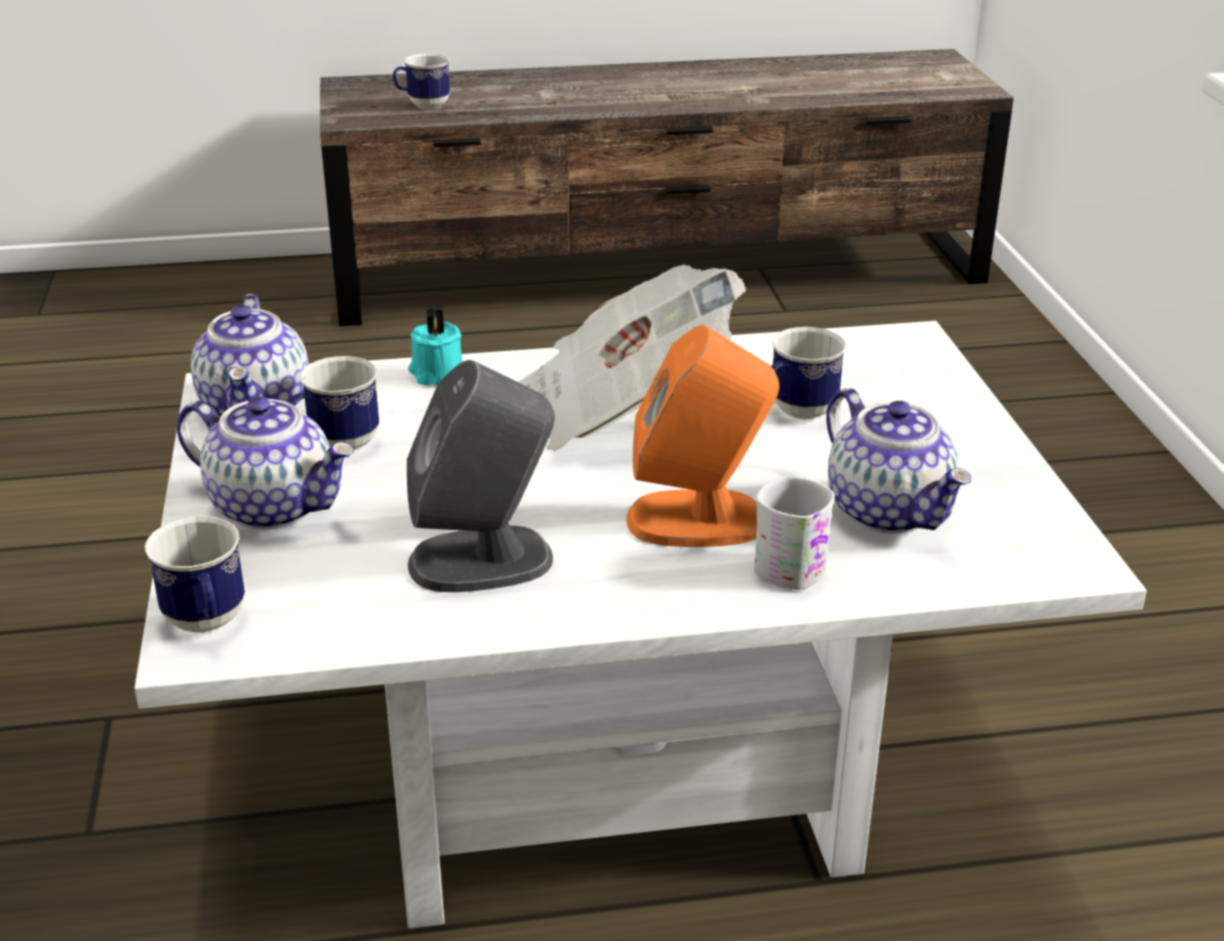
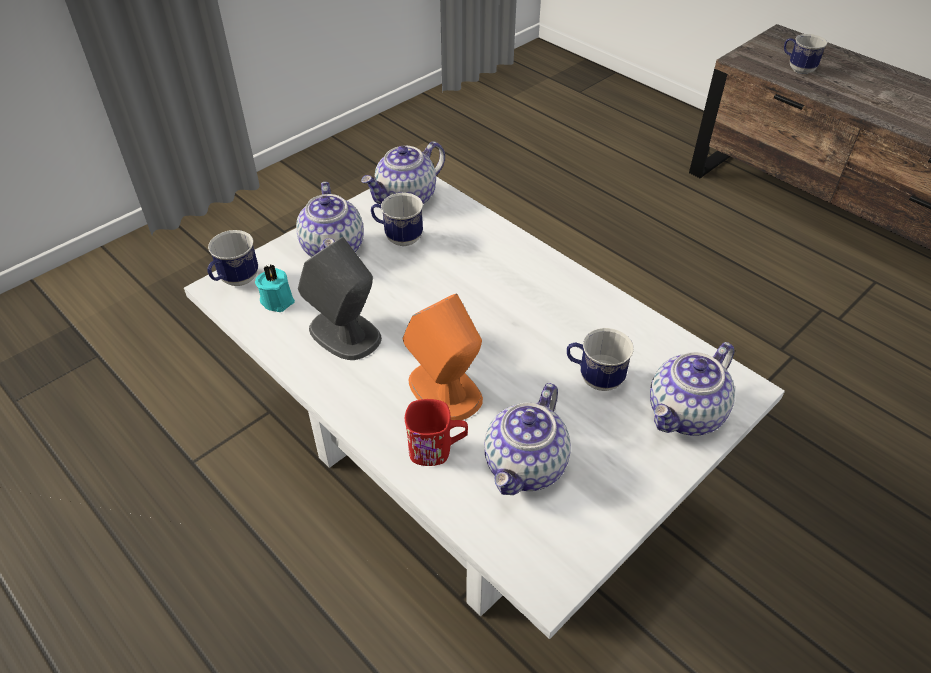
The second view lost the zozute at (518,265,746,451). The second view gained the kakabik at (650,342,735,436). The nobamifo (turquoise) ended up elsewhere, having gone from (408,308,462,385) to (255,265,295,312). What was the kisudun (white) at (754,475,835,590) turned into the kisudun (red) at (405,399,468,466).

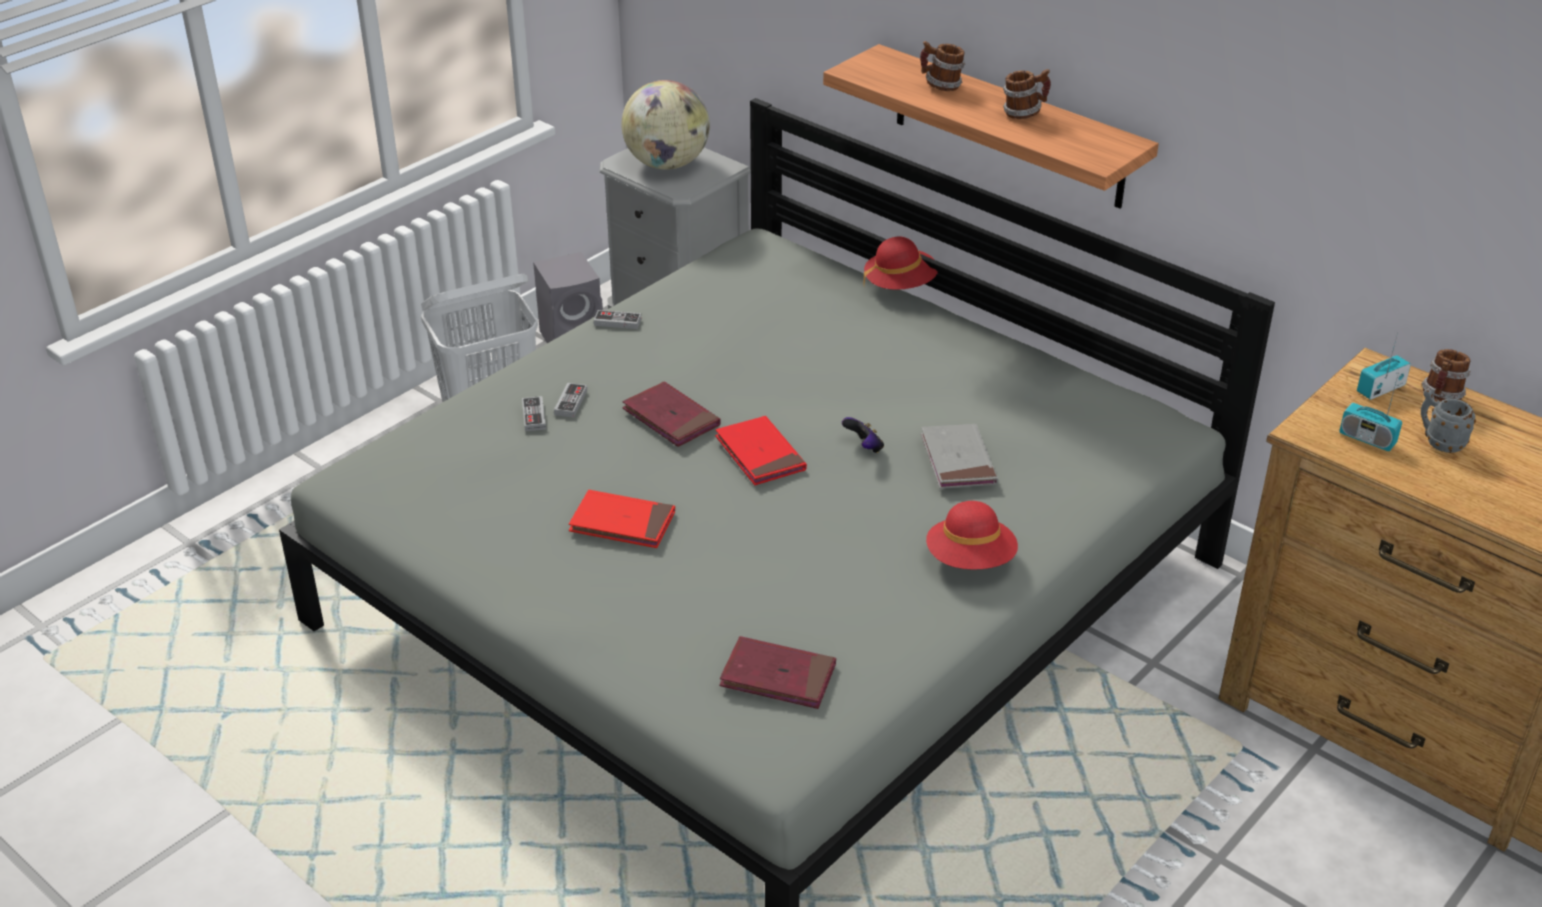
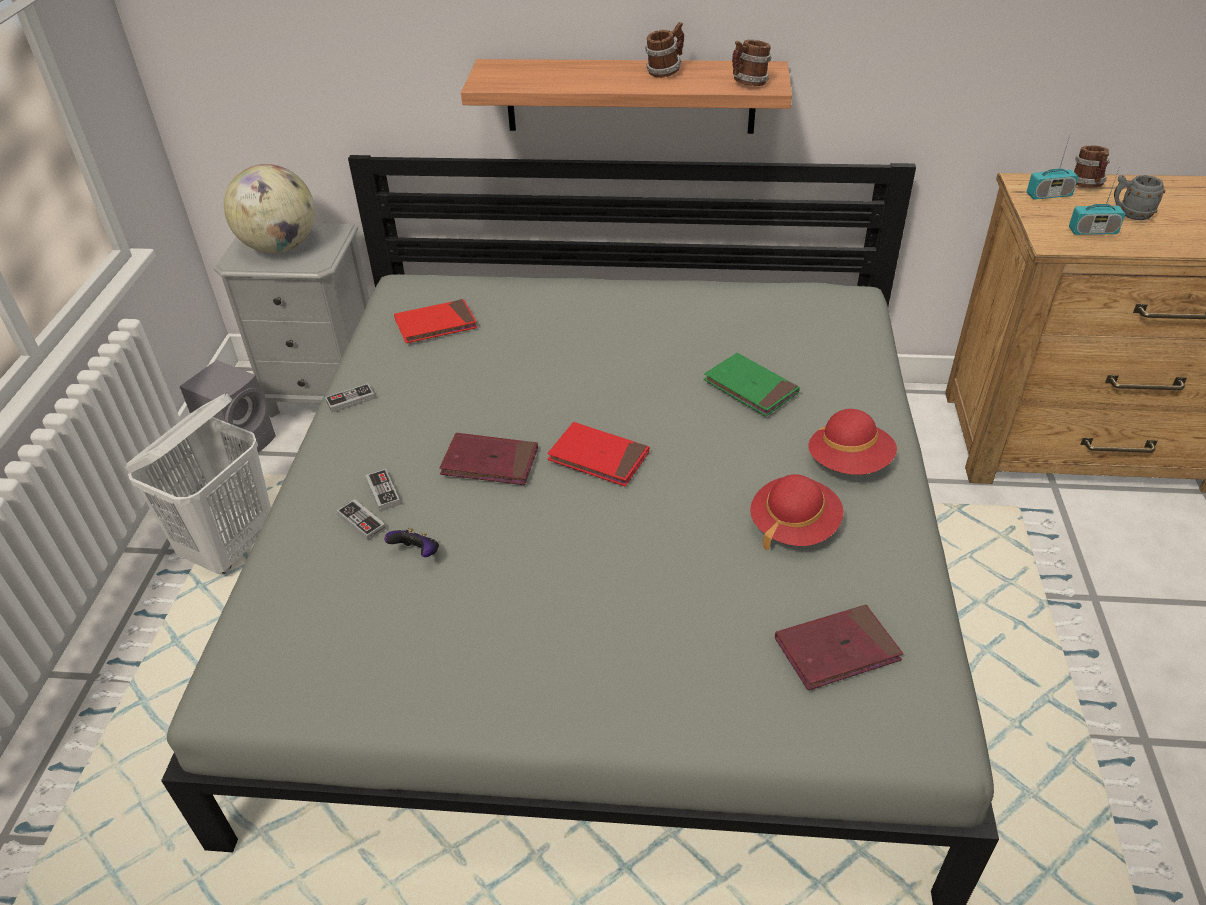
The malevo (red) ended up elsewhere, having gone from (569,490,675,548) to (394,299,477,343). The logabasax ended up elsewhere, having gone from (842,417,884,453) to (384,528,439,557). The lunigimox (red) ended up elsewhere, having gone from (864,237,938,290) to (750,474,844,551). The kisudun ended up elsewhere, having gone from (920,41,965,91) to (732,40,772,86). What was the malevo (grey) at (920,424,998,489) turned into the malevo (green) at (703,353,800,416). The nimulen at (1357,332,1411,400) ended up facing another way, 120 degrees counterclockwise from before.

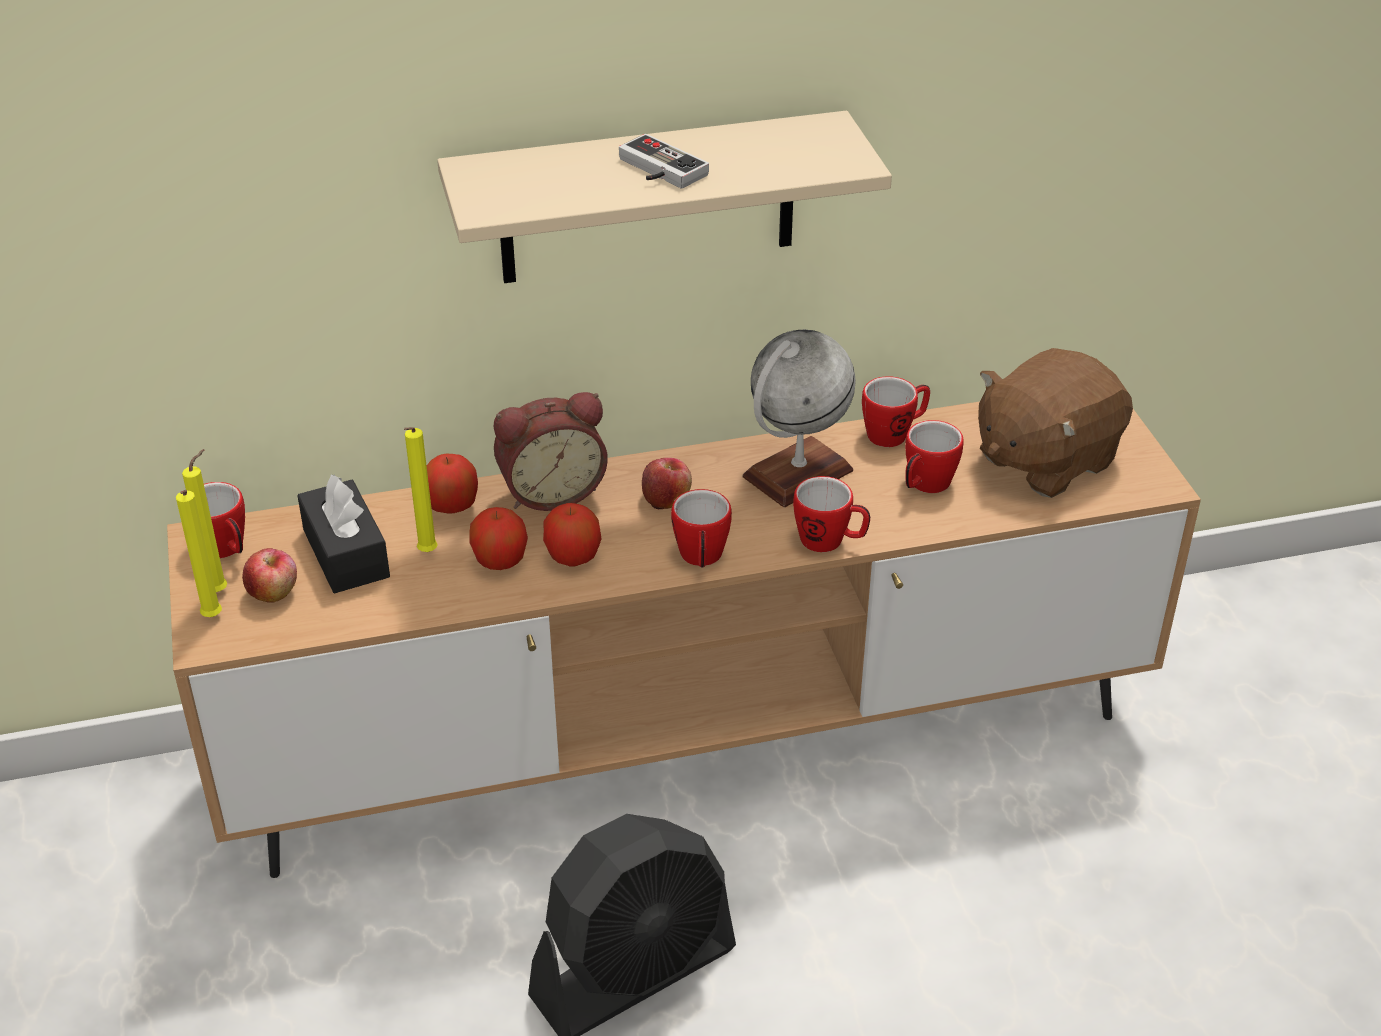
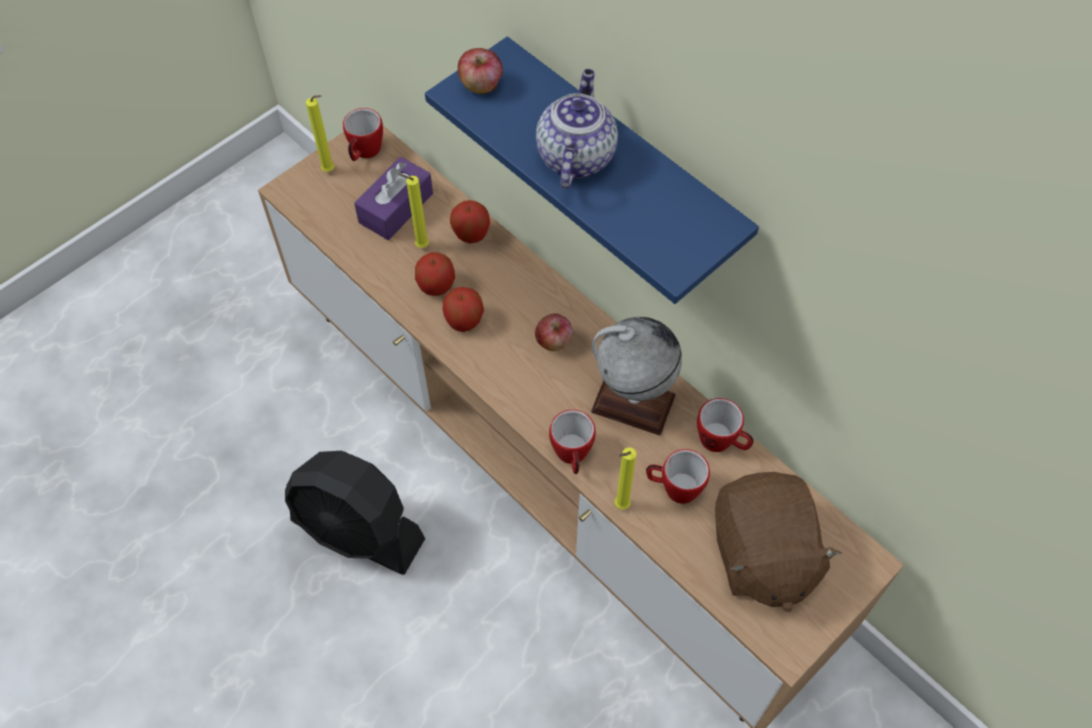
The second view lost the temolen at (494,392,608,511). The second view lost the kisudun at (671,489,732,568). The nobamifo (yellow) ended up elsewhere, having gone from (176,490,222,617) to (615,447,637,510). The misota ended up elsewhere, having gone from (242,548,297,603) to (458,48,503,94). Where the logabasax stood at (619,134,709,189), the kakabik came to stand at (536,69,618,189). What was the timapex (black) at (297,474,390,593) turned into the timapex (purple) at (354,157,433,240). What was the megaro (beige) at (437,111,892,283) turned into the megaro (blue) at (425,37,759,304). The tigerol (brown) at (978,348,1133,498) ended up facing another way, 120 degrees counterclockwise from before.

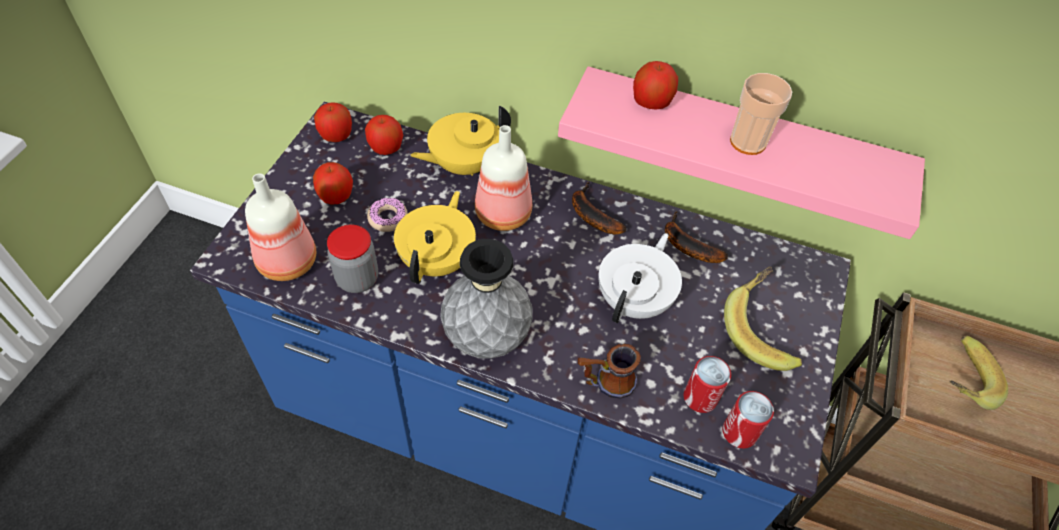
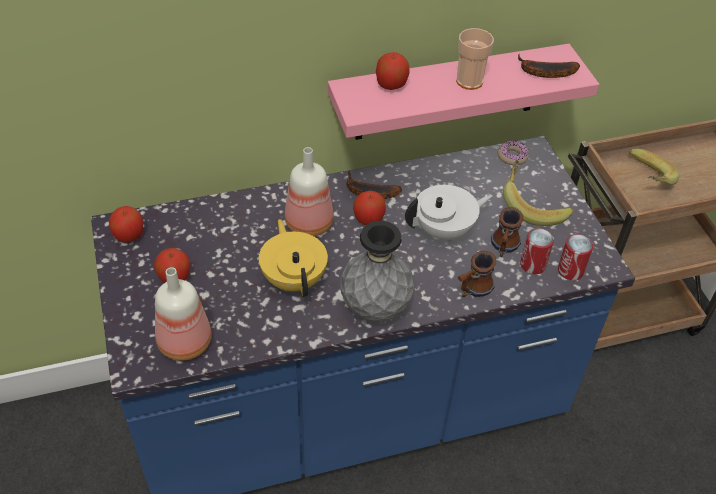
The second view lost the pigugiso at (327,224,378,293). The second view lost the kakabik (yellow) at (410,106,511,176). The second view gained the kisudun at (491,207,523,257). The misota ended up elsewhere, having gone from (365,115,403,155) to (353,191,386,225). The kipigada ended up elsewhere, having gone from (367,197,408,232) to (498,140,529,165). The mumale ended up elsewhere, having gone from (665,211,728,263) to (518,53,580,78). The kakabik (white) at (599,233,682,323) ended up facing another way, 75 degrees clockwise from before.

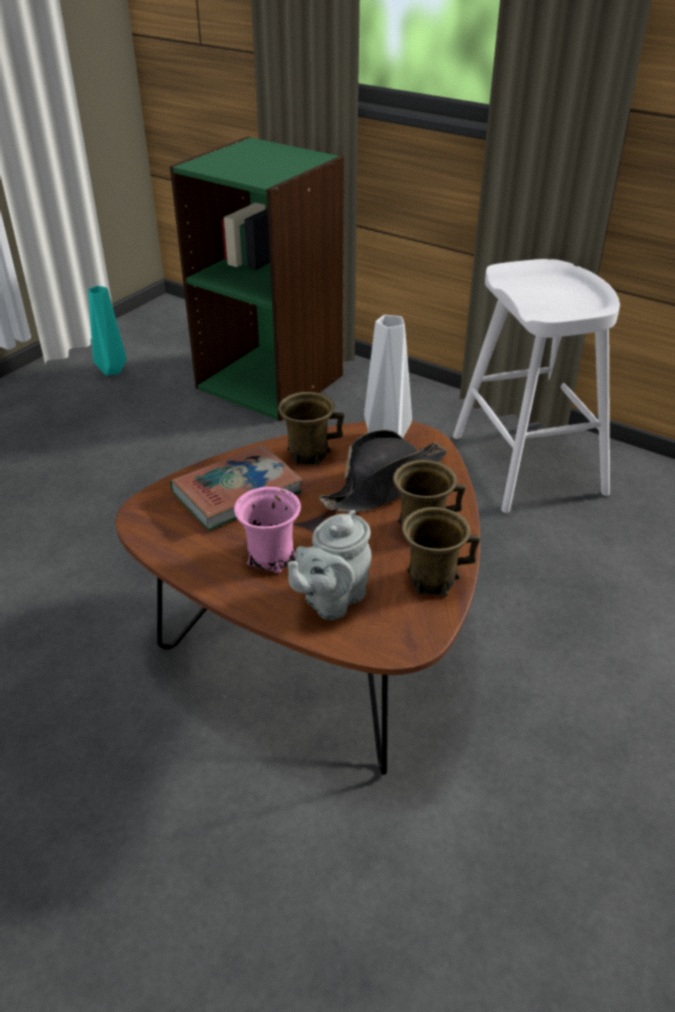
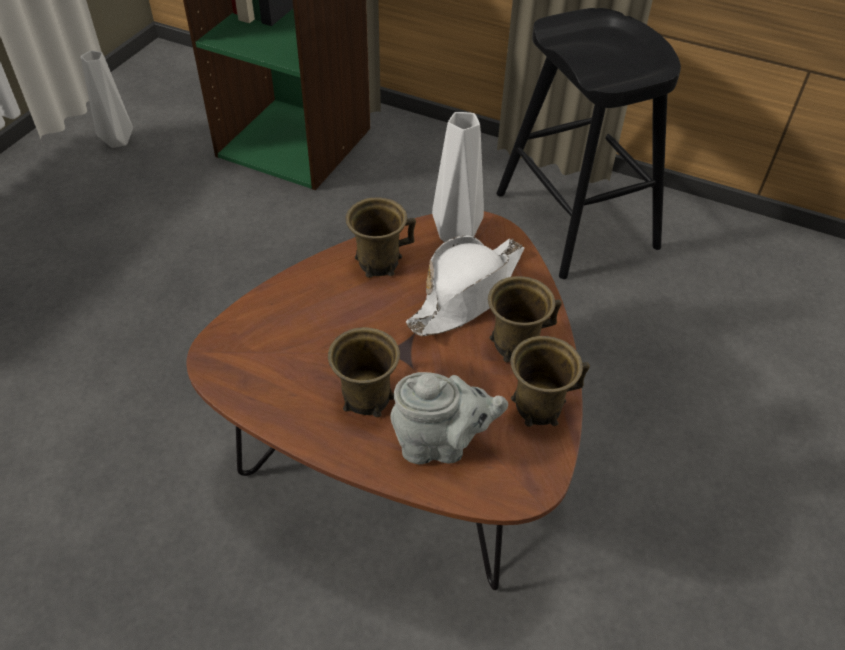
The second view lost the malevo at (170,445,302,531). What was the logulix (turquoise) at (88,286,127,375) turned into the logulix (grey) at (81,50,133,148). What was the kisudun (pink) at (234,487,301,573) turned into the kisudun (brown) at (328,327,400,417). What was the lunigimox (black) at (319,430,447,512) turned into the lunigimox (white) at (406,235,524,336). What was the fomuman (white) at (453,259,620,513) turned into the fomuman (black) at (497,8,681,279). The kakabik (grey) at (287,510,371,620) ended up facing another way, 120 degrees counterclockwise from before.

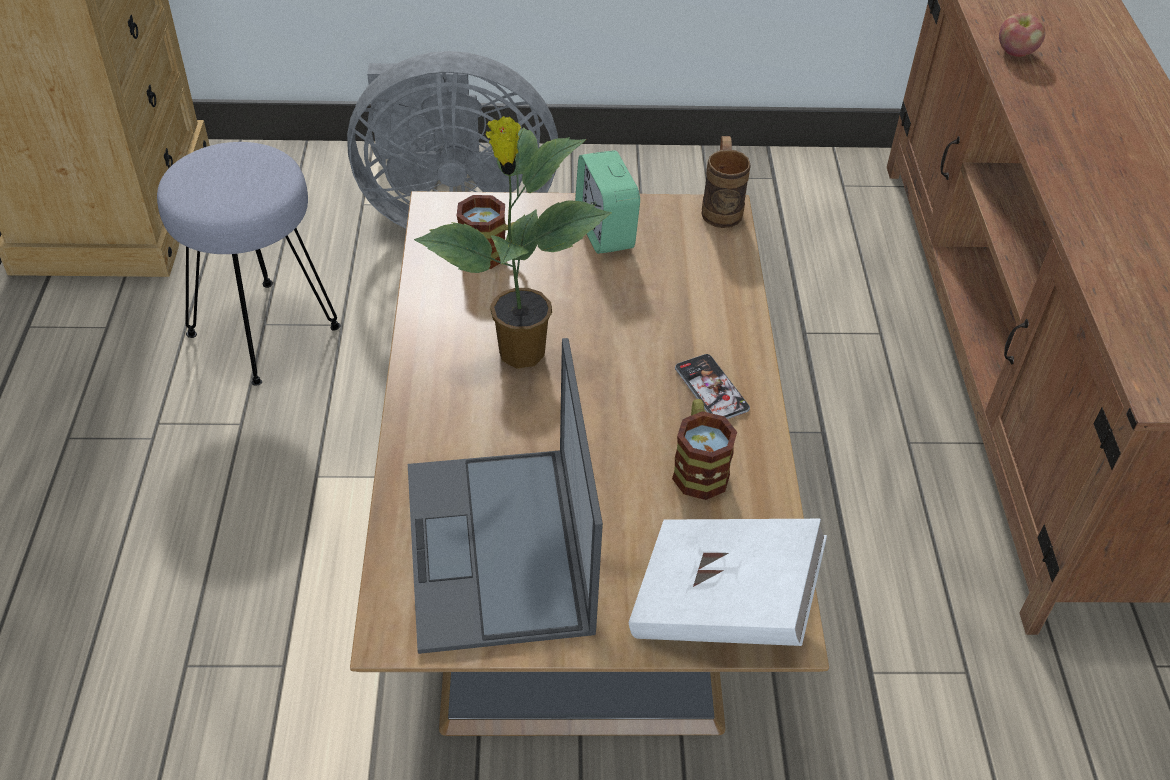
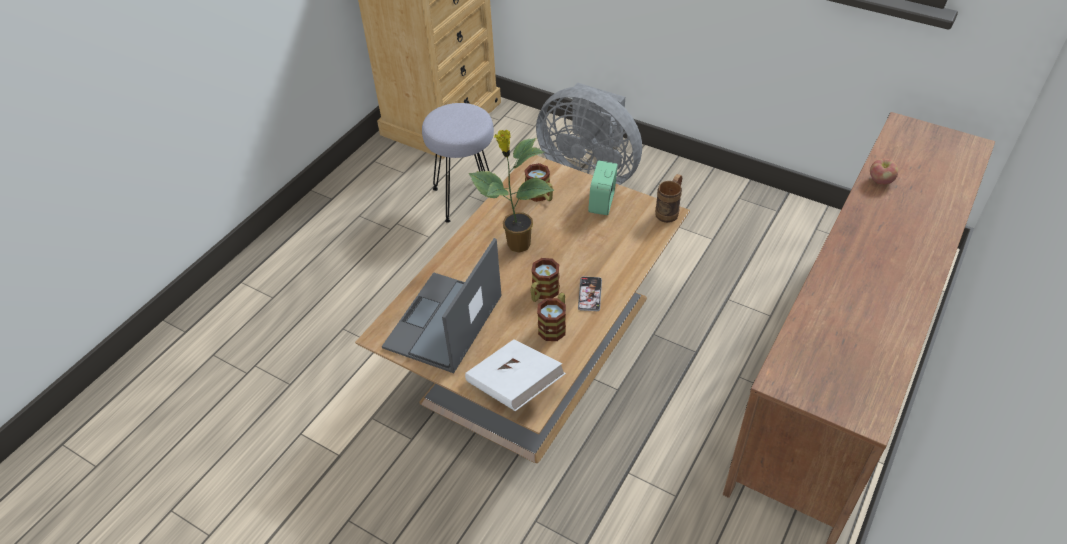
The second view gained the kisudun at (531,258,560,302).

